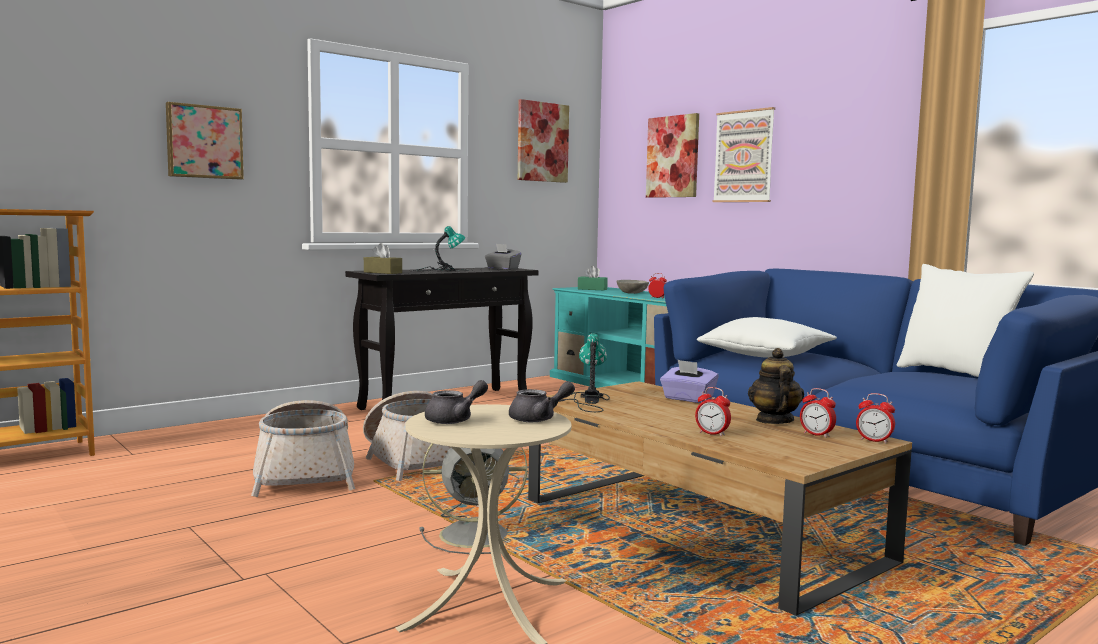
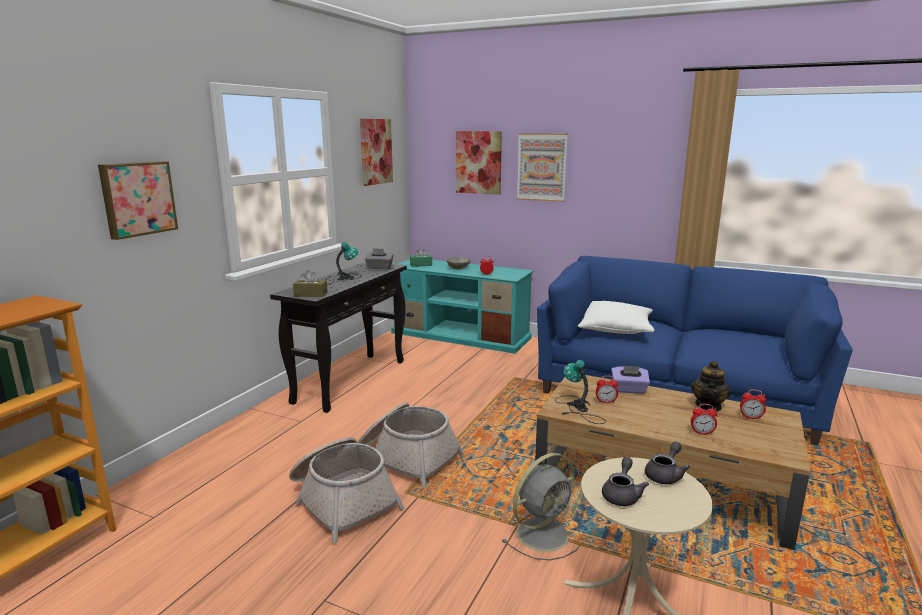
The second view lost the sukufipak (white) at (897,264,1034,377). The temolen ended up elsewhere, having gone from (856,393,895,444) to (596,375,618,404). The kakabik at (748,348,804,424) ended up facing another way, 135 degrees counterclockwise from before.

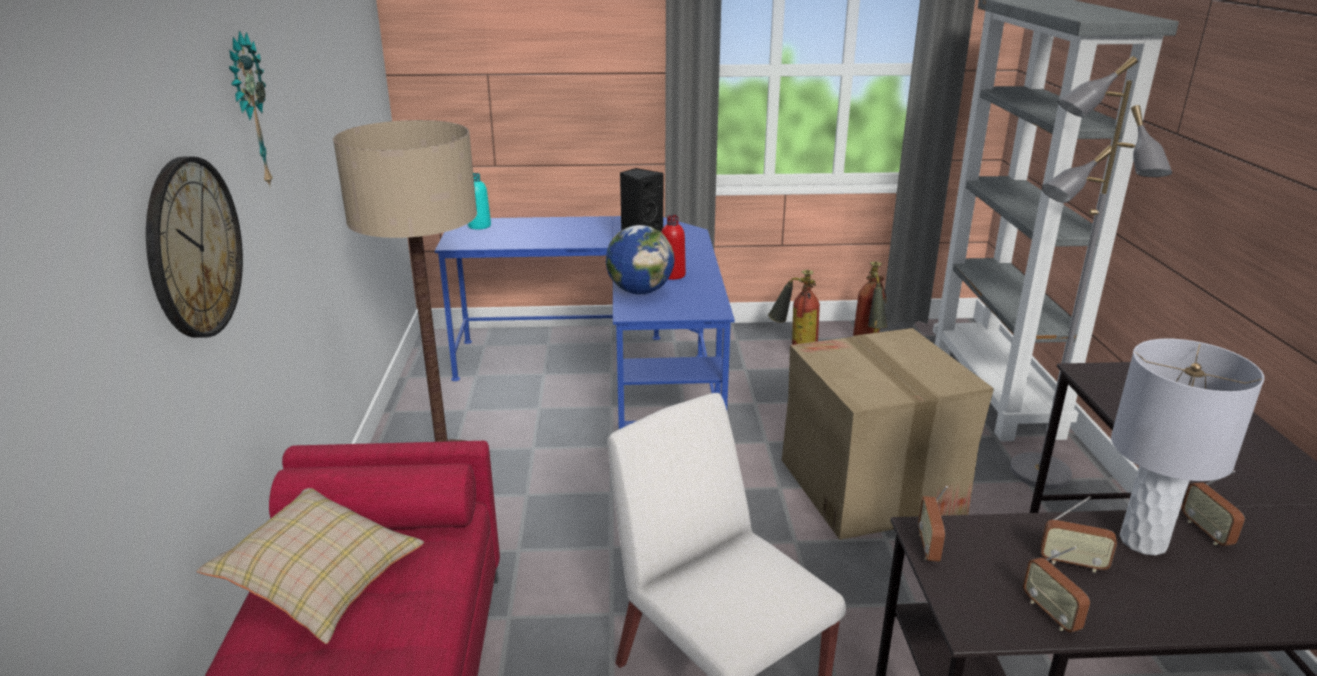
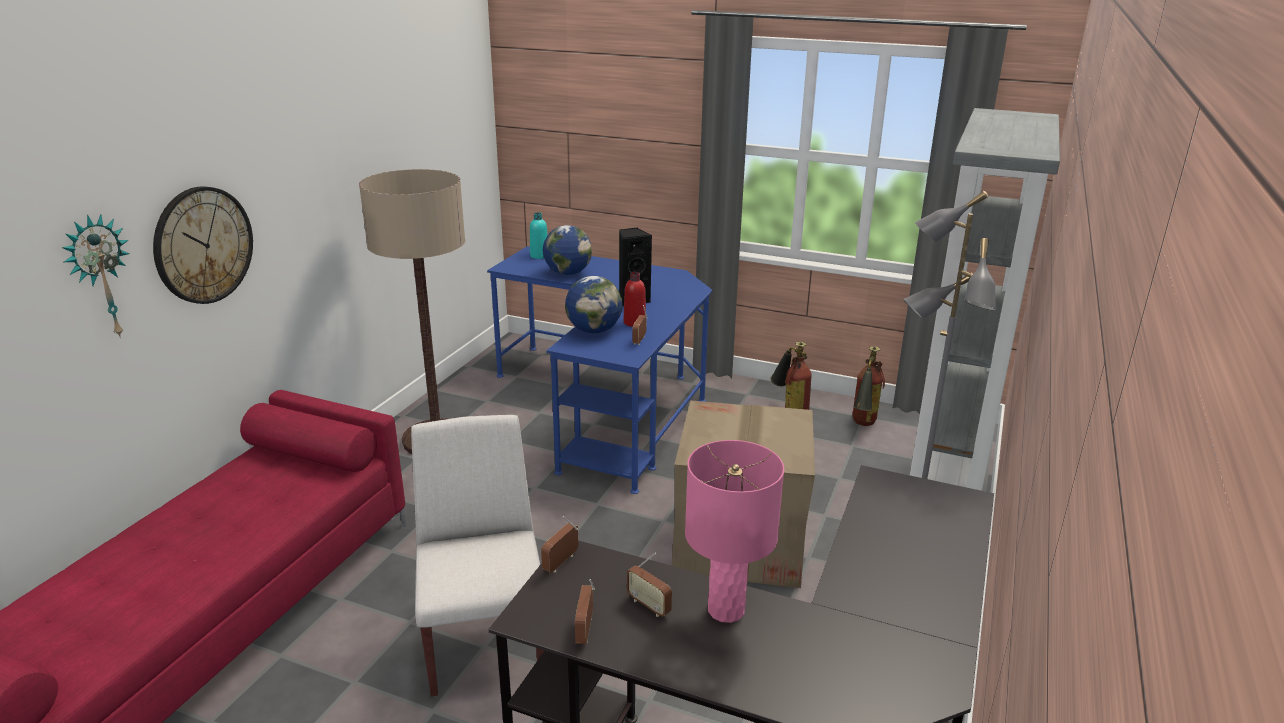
The second view lost the sukufipak (beige) at (197,488,424,644). The second view gained the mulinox at (543,225,592,275). The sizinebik ended up elsewhere, having gone from (229,31,273,188) to (61,214,129,338). The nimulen ended up elsewhere, having gone from (1182,471,1245,546) to (632,305,648,345). What was the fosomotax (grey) at (1111,338,1265,555) turned into the fosomotax (pink) at (685,440,784,623).

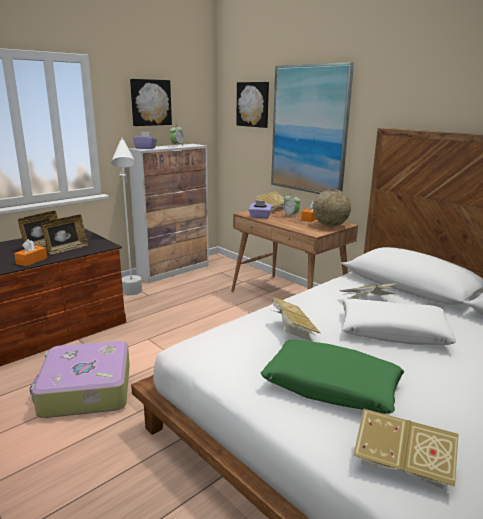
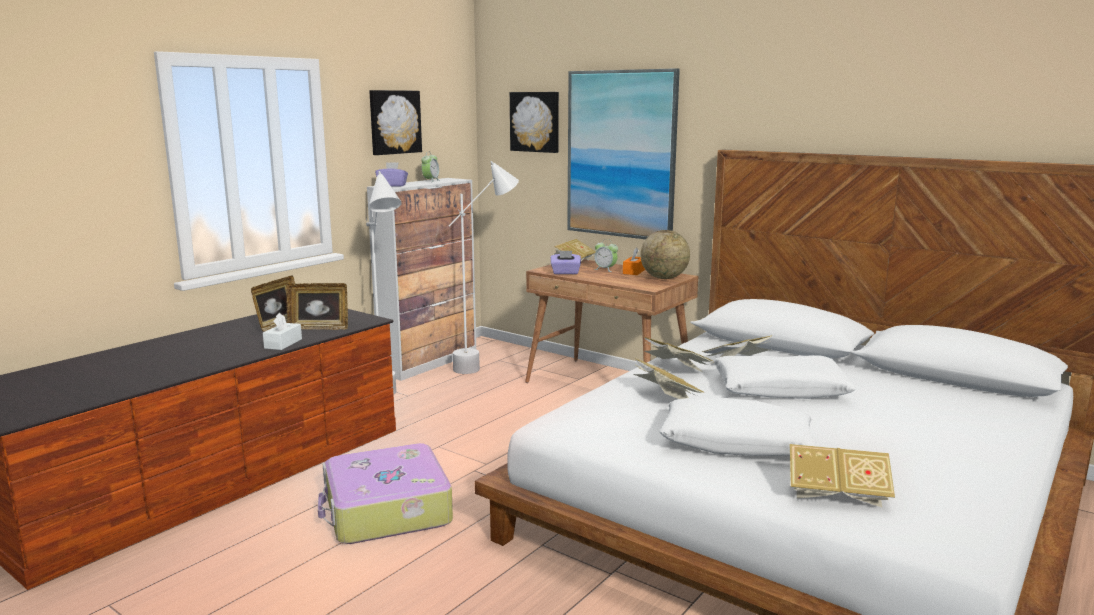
The second view gained the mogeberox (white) at (449,161,519,374). The second view gained the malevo at (644,337,713,372). What was the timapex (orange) at (14,239,47,266) turned into the timapex (white) at (263,313,302,350). What was the sukufipak (green) at (261,340,404,414) turned into the sukufipak (white) at (659,398,816,456). The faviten at (41,215,88,255) ended up facing another way, 60 degrees clockwise from before.

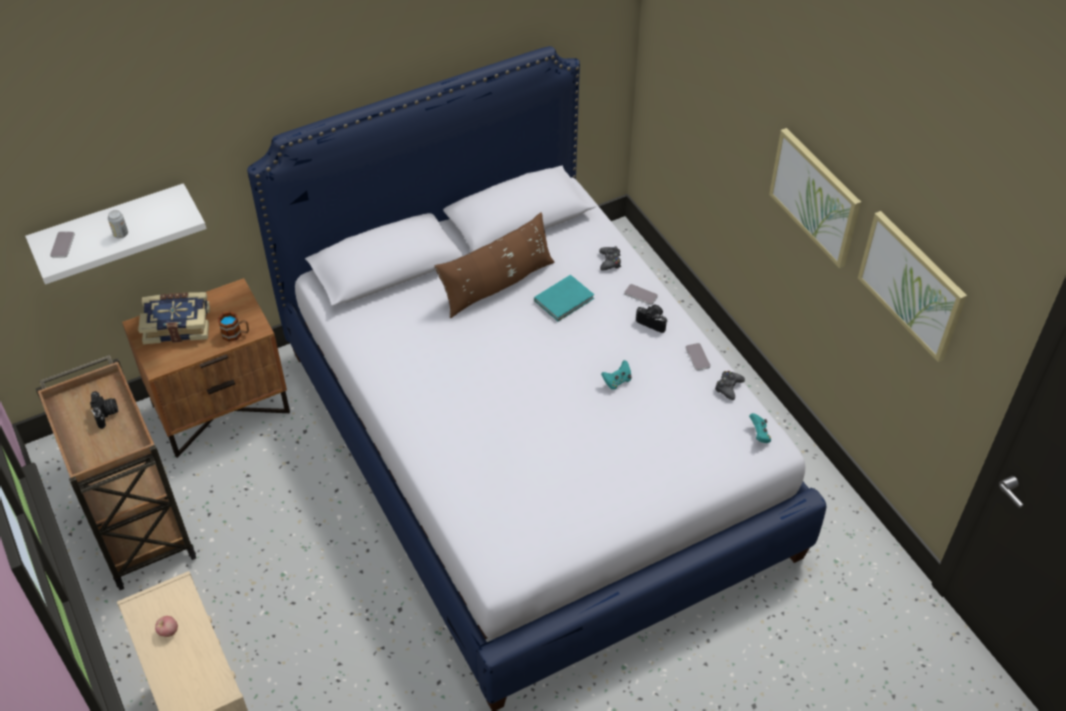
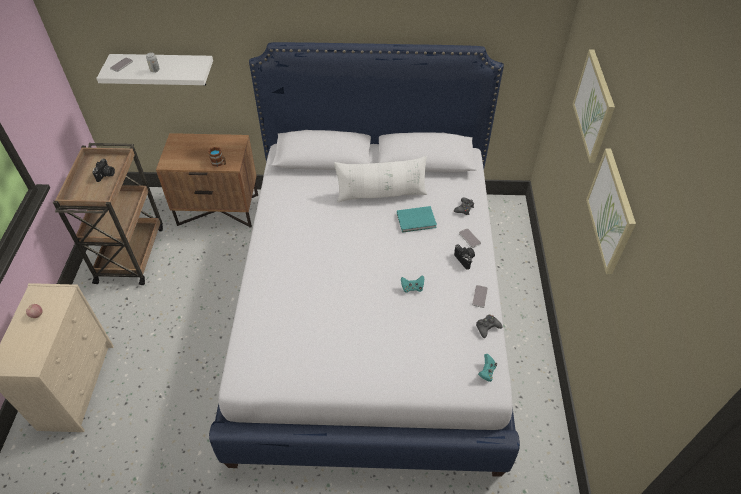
The second view lost the malevo at (138,292,210,344). The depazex ended up elsewhere, having gone from (858,211,967,362) to (573,49,615,163). What was the sukufipak (brown) at (435,212,554,318) turned into the sukufipak (white) at (334,156,427,203).

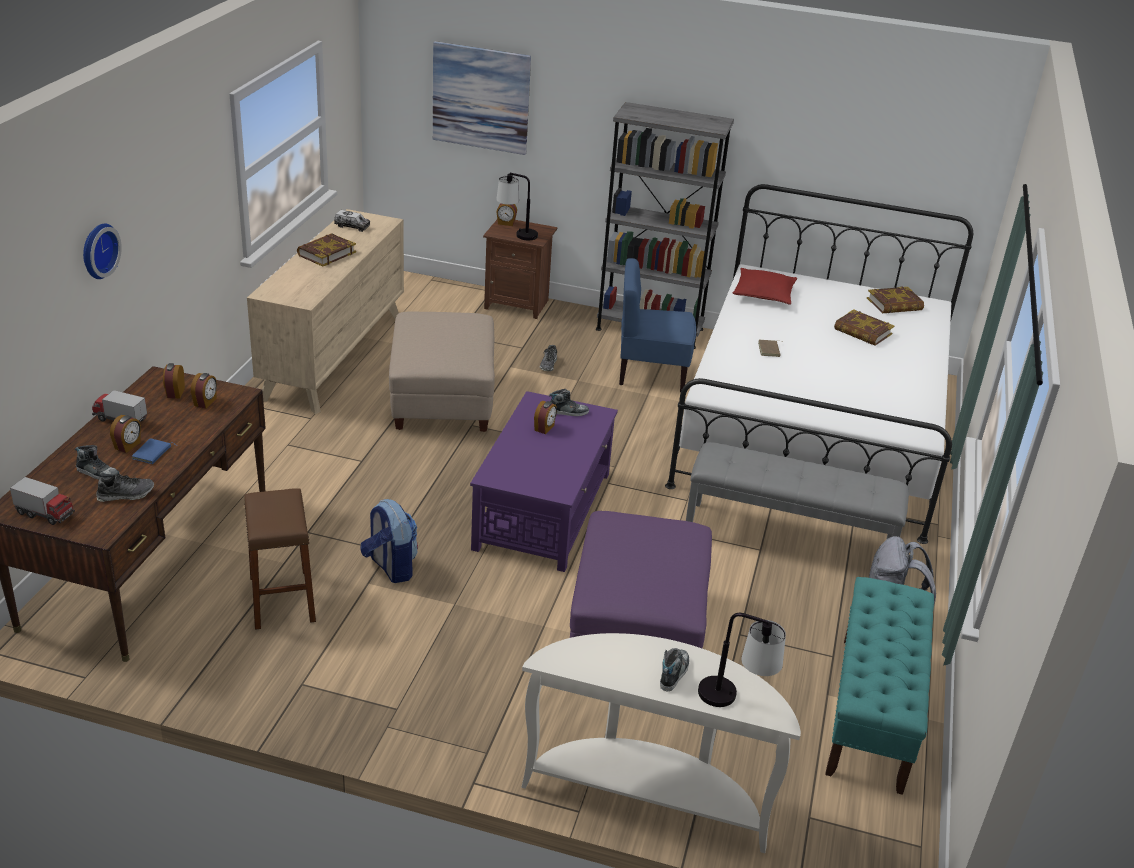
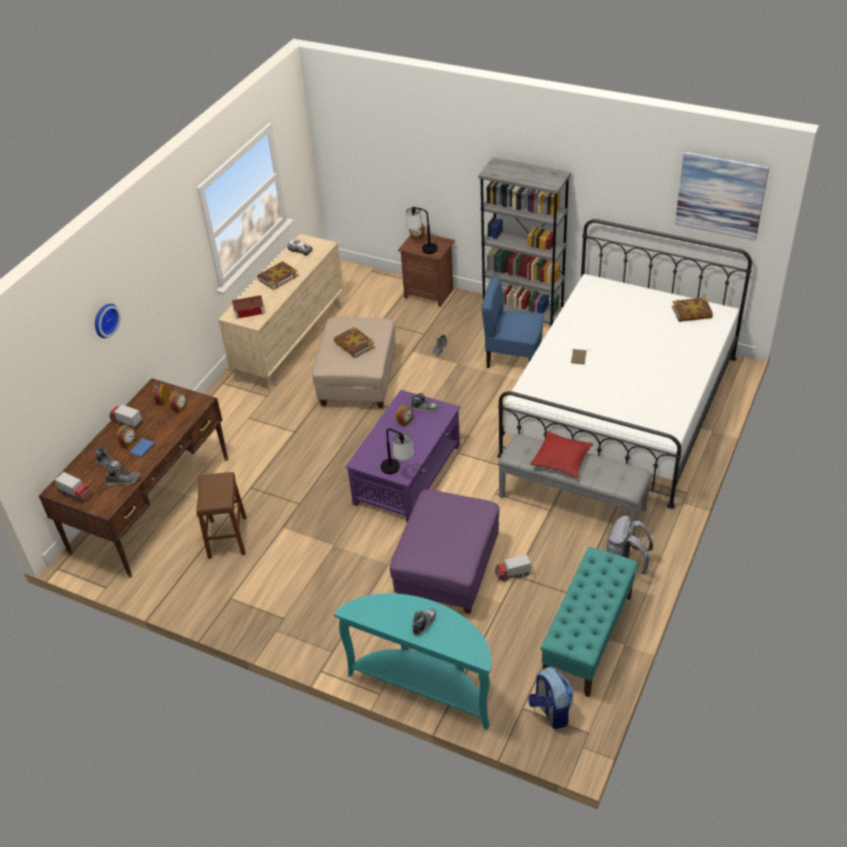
The second view gained the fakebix at (232,295,264,319). The second view gained the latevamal at (495,554,531,582). The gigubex ended up elsewhere, having gone from (360,499,418,583) to (528,667,573,729). The depazex ended up elsewhere, having gone from (433,41,531,155) to (675,152,769,241). The fosomotax ended up elsewhere, having gone from (698,613,786,707) to (381,428,414,474). The sukufipak (red) ended up elsewhere, having gone from (733,268,797,305) to (530,431,593,478). The malevo ended up elsewhere, having gone from (834,309,894,346) to (334,327,375,358). What was the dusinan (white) at (521,633,801,853) turned into the dusinan (turquoise) at (334,593,491,730).

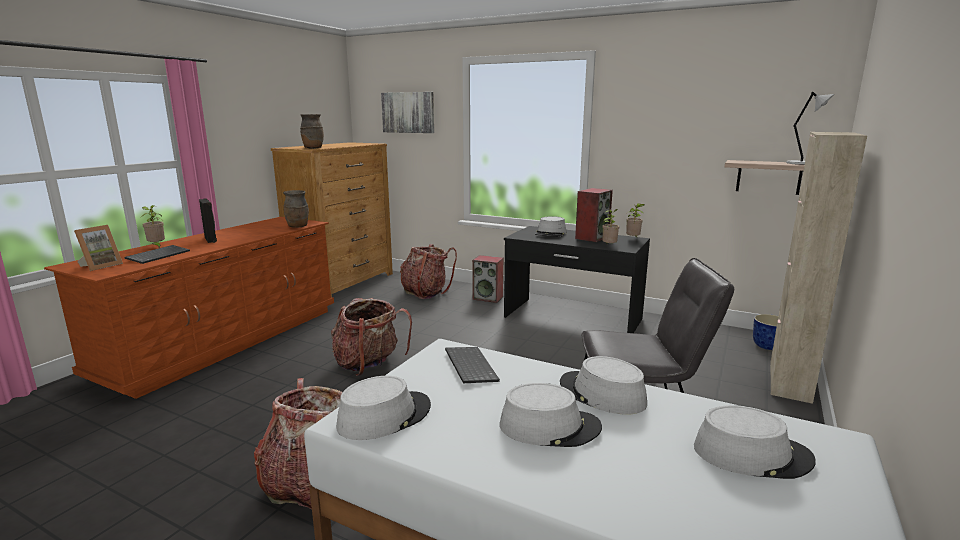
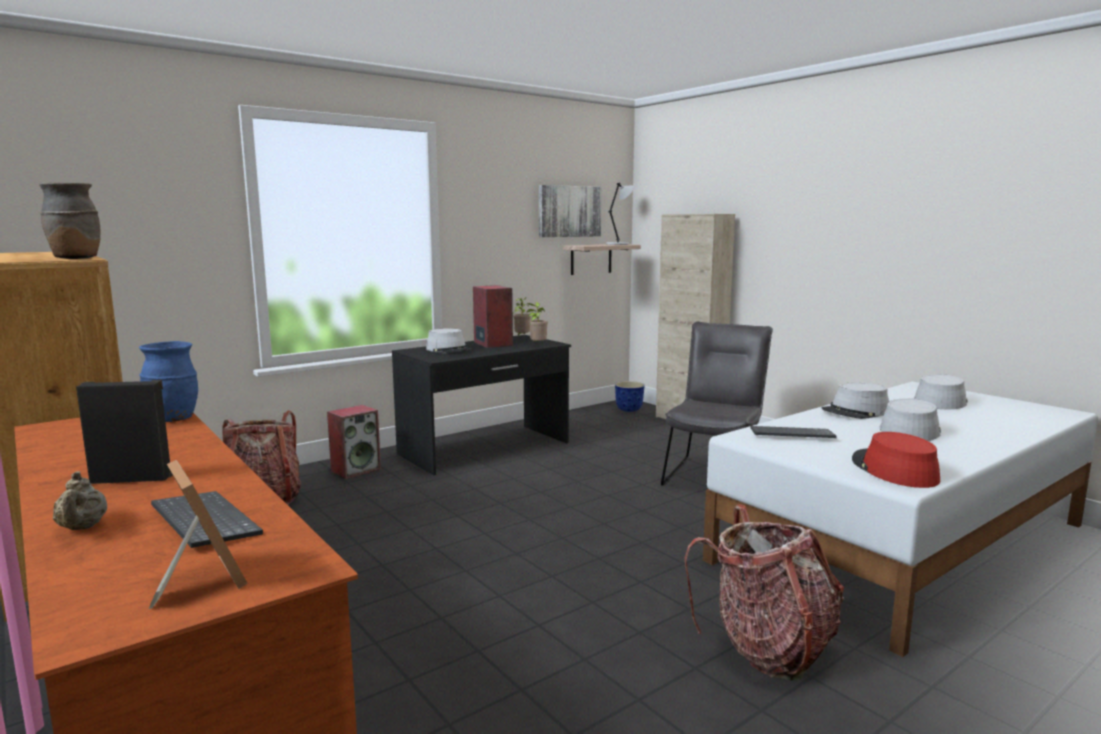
The second view lost the gigubex at (331,298,412,376). The depazex ended up elsewhere, having gone from (381,92,434,133) to (539,185,602,237). Where the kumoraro stood at (141,205,165,248), the kakabik (beige) came to stand at (53,471,107,530). What was the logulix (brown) at (283,190,309,227) turned into the logulix (blue) at (139,341,198,422). What was the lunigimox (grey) at (336,376,431,440) turned into the lunigimox (red) at (852,432,940,488).

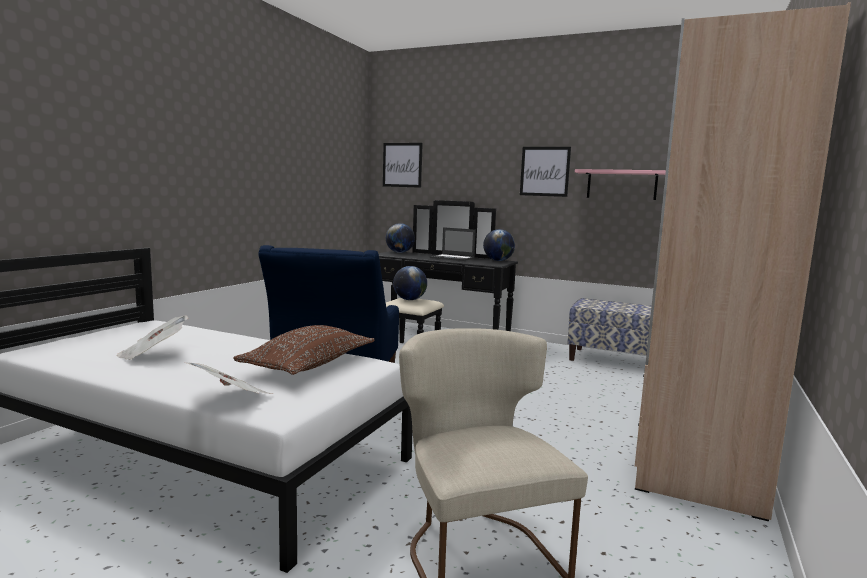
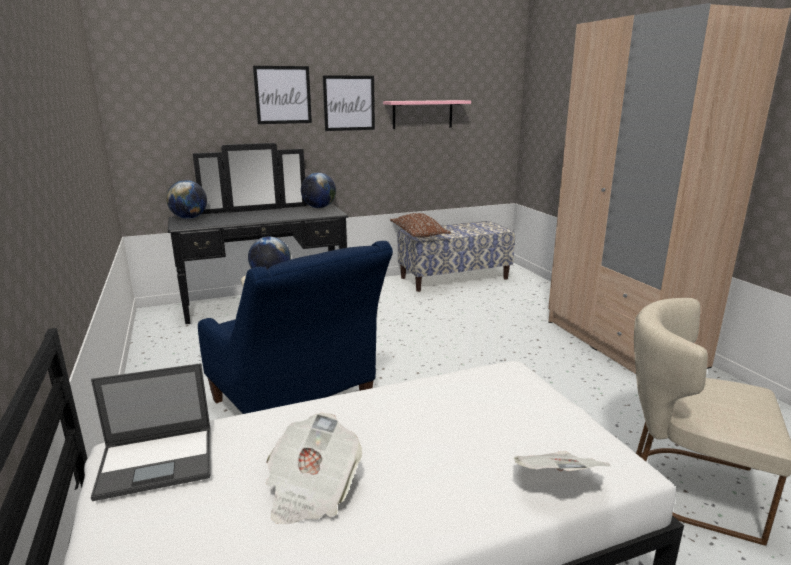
The sukufipak (brown) ended up elsewhere, having gone from (233,325,374,375) to (390,213,451,238). The depazex ended up elsewhere, having gone from (383,143,423,188) to (253,66,312,124). The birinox ended up elsewhere, having gone from (430,227,476,261) to (91,363,211,501).

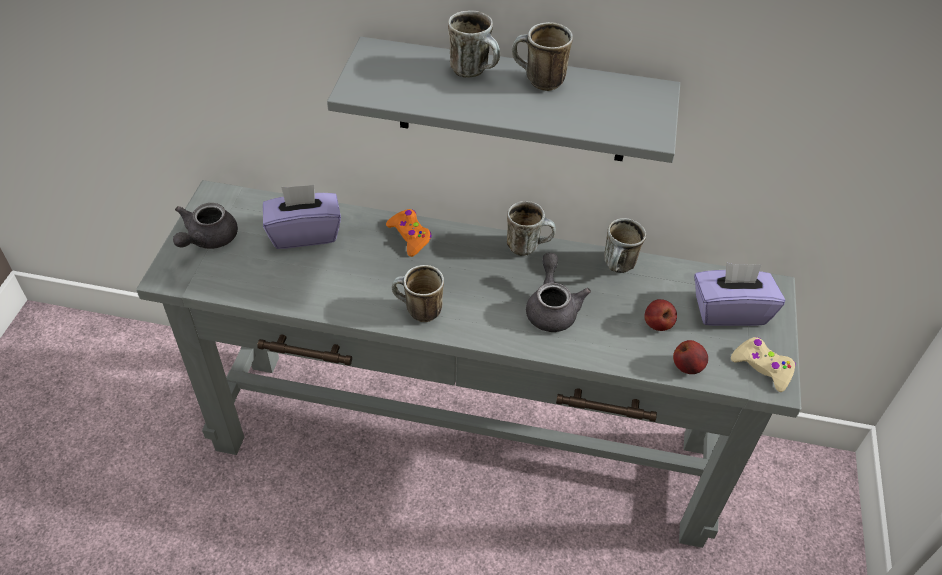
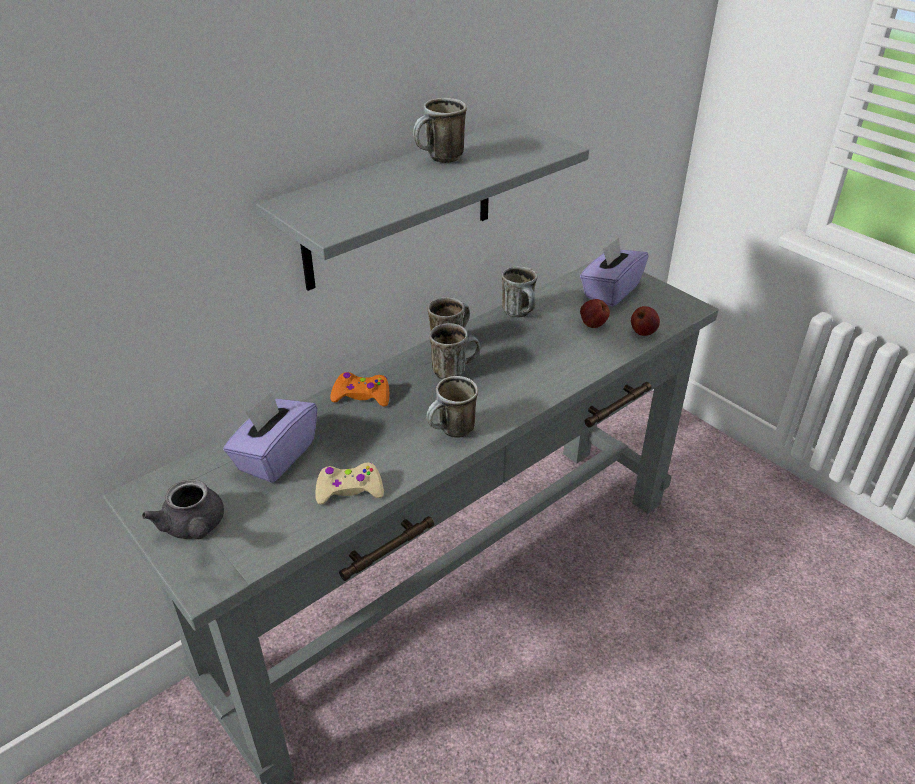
The second view lost the kakabik (grey) at (526,253,591,332). The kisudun ended up elsewhere, having gone from (448,11,500,78) to (429,323,481,379). The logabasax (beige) ended up elsewhere, having gone from (731,337,796,392) to (315,463,384,505).

